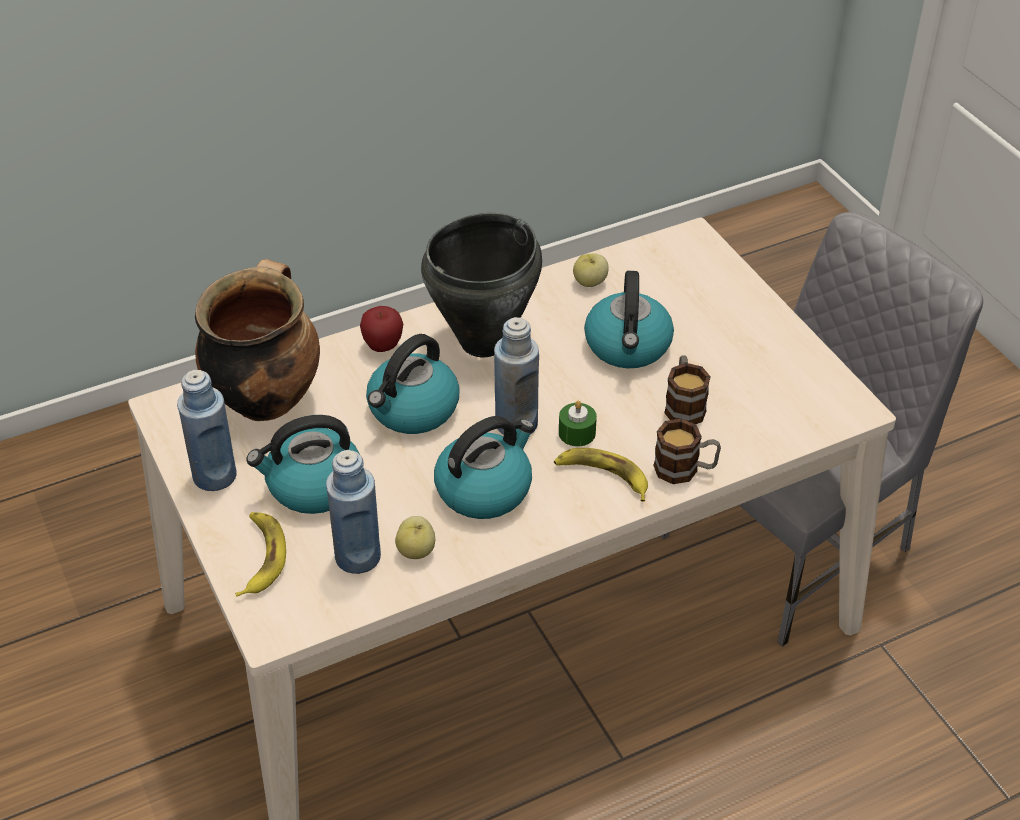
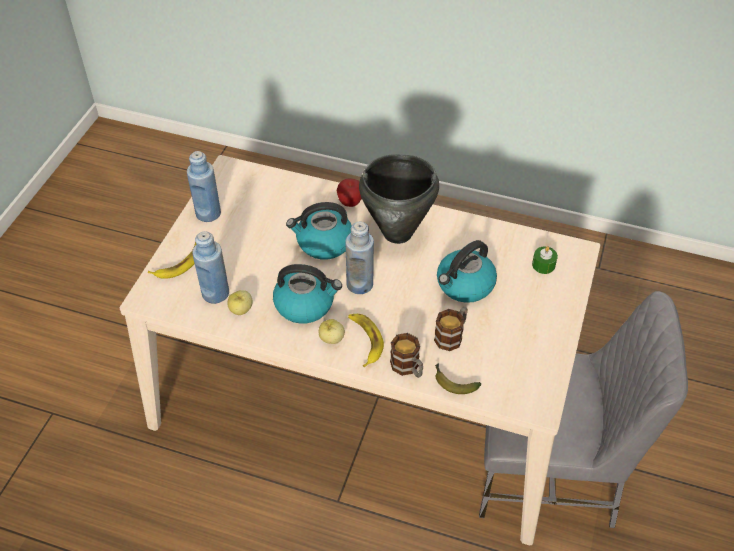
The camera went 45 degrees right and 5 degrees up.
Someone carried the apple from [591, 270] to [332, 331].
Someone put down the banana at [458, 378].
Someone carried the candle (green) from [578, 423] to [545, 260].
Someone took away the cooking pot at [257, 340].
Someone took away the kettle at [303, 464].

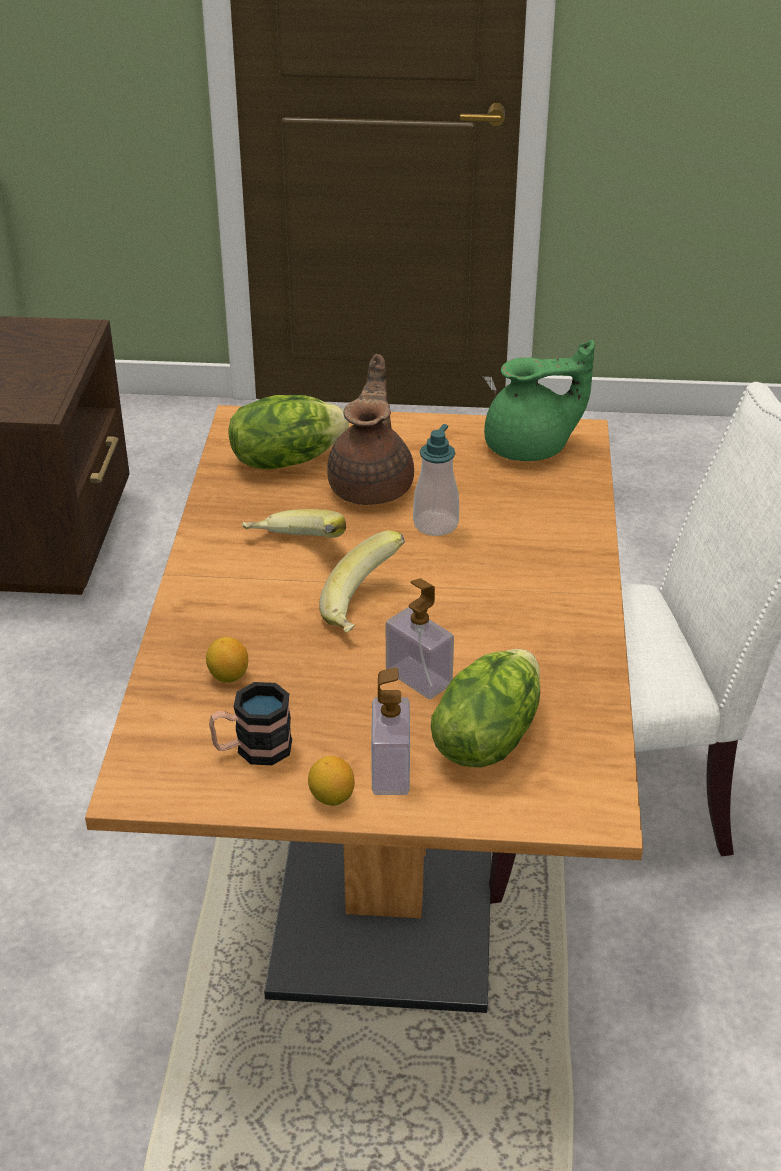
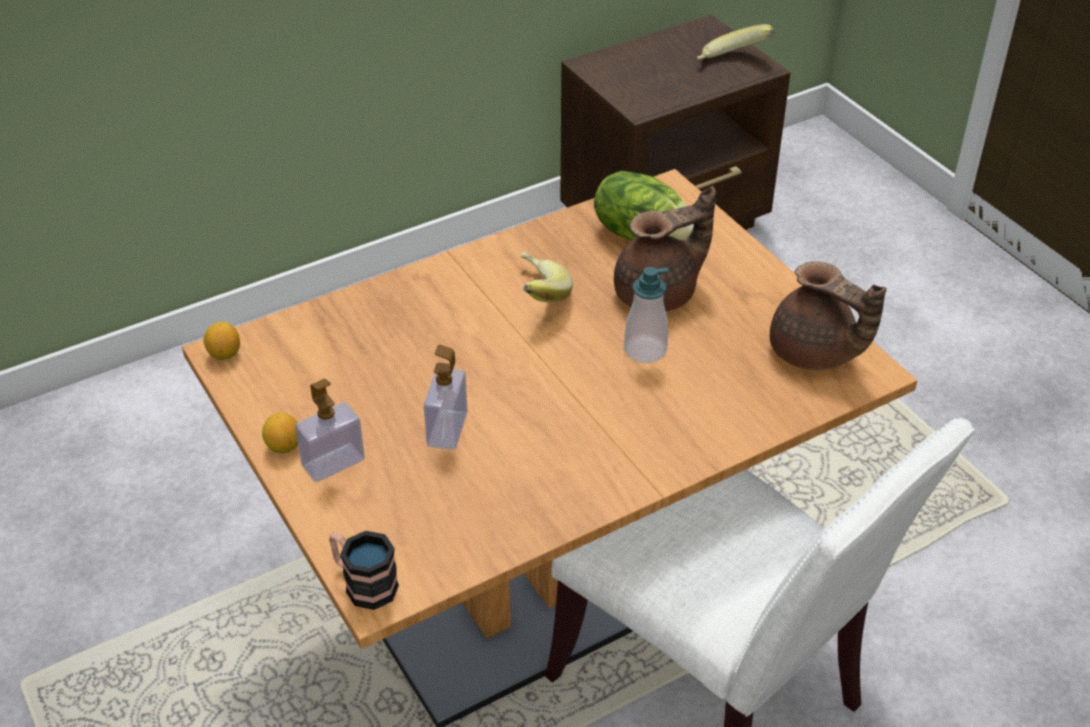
The camera went 55 degrees right and 5 degrees up.
Someone carried the lemon from [227, 660] to [222, 341].
Someone carried the mug from [250, 723] to [364, 570].
Someone carried the banana from [362, 581] to [735, 42].
Someone repainted the teapot (green) at [539, 400], which became the teapot (brown) at [828, 315].
Someone took away the lettuce at [485, 708].

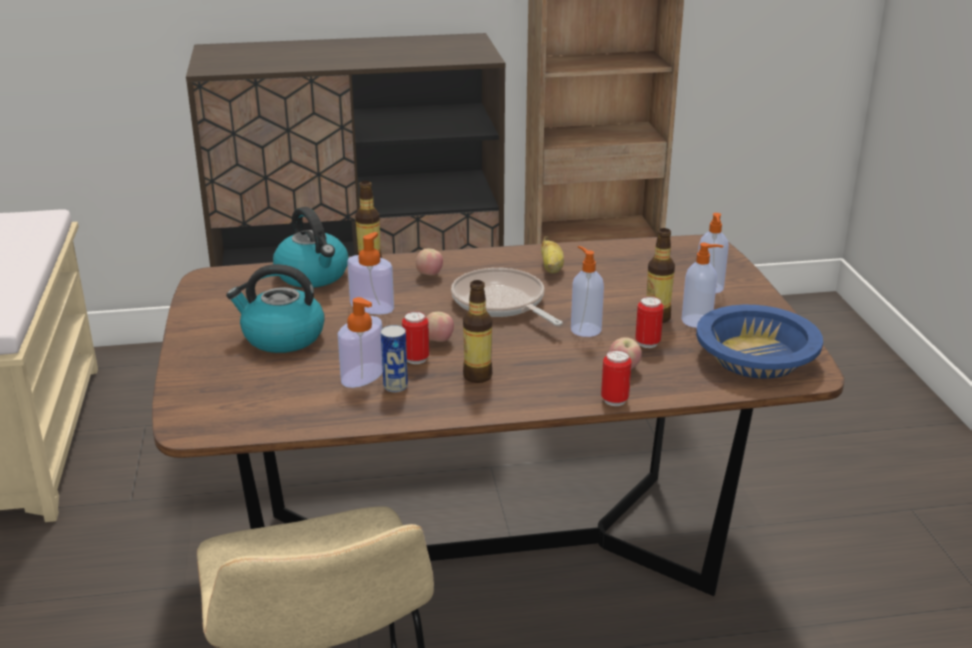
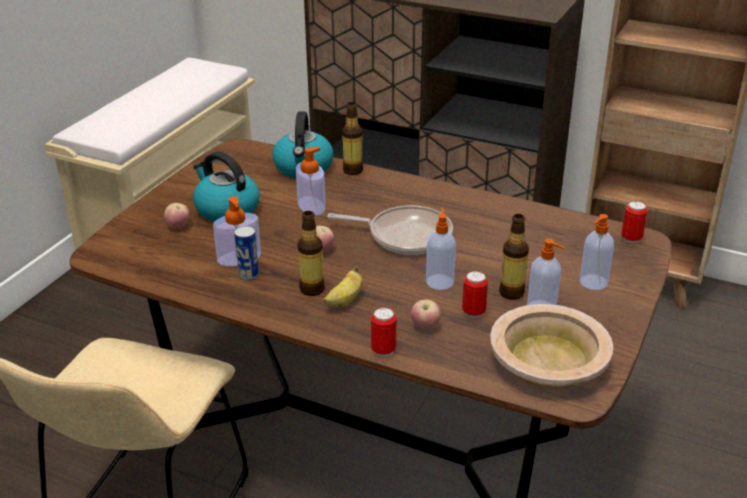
The camera went 35 degrees right and 5 degrees up.
Someone carried the apple from [429, 262] to [177, 216].
Someone carried the banana from [552, 255] to [343, 287].
Someone rotated the frying pan at [507, 297] by 105 degrees clockwise.
Someone repainted the bowl (blue) at [759, 342], which became the bowl (beige) at [551, 346].
Someone carried the can from [415, 337] to [634, 222].

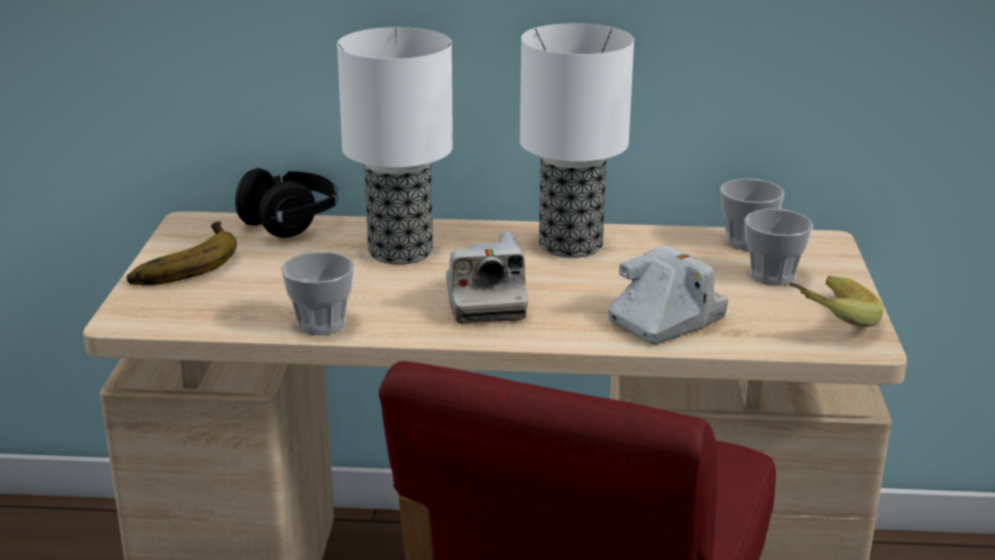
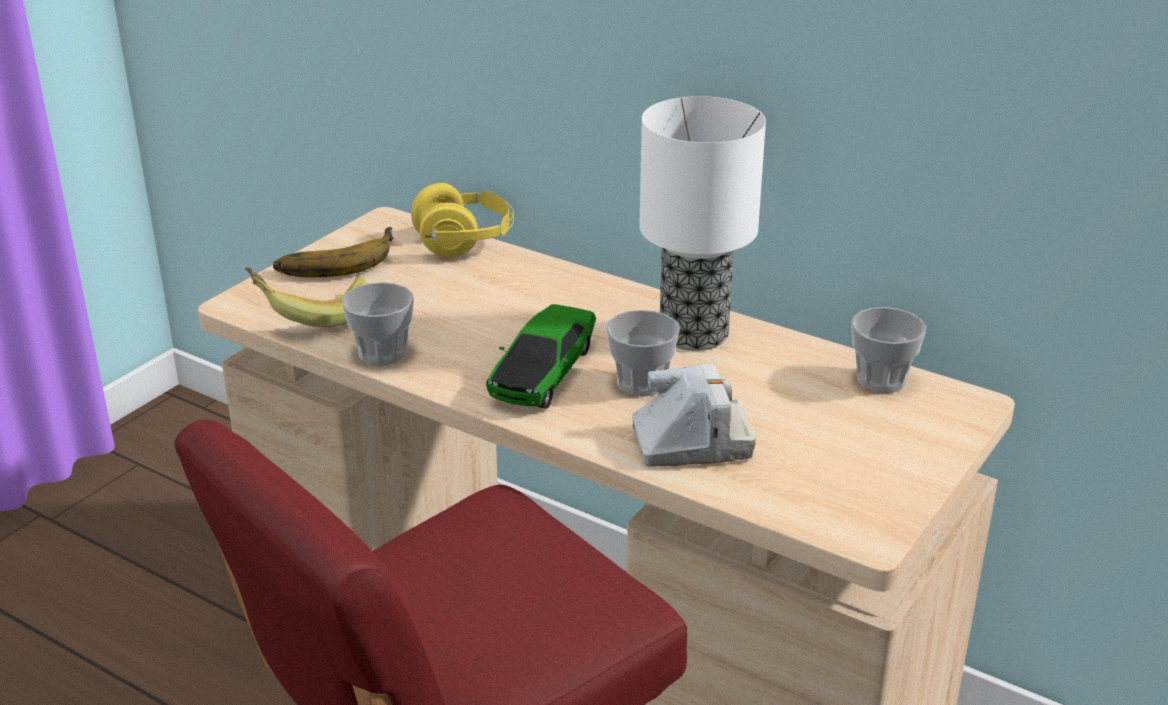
The camera went 30 degrees right and 5 degrees up.
Someone carried the banana from [836, 301] to [306, 297].
Someone repainted the headphones (black) at [286, 203], which became the headphones (yellow) at [462, 220].
Someone swapped the photo camera at [487, 277] for the toy car at [541, 356].
Someone carried the cup from [778, 247] to [643, 353].
Someone took away the table lamp at [395, 146].

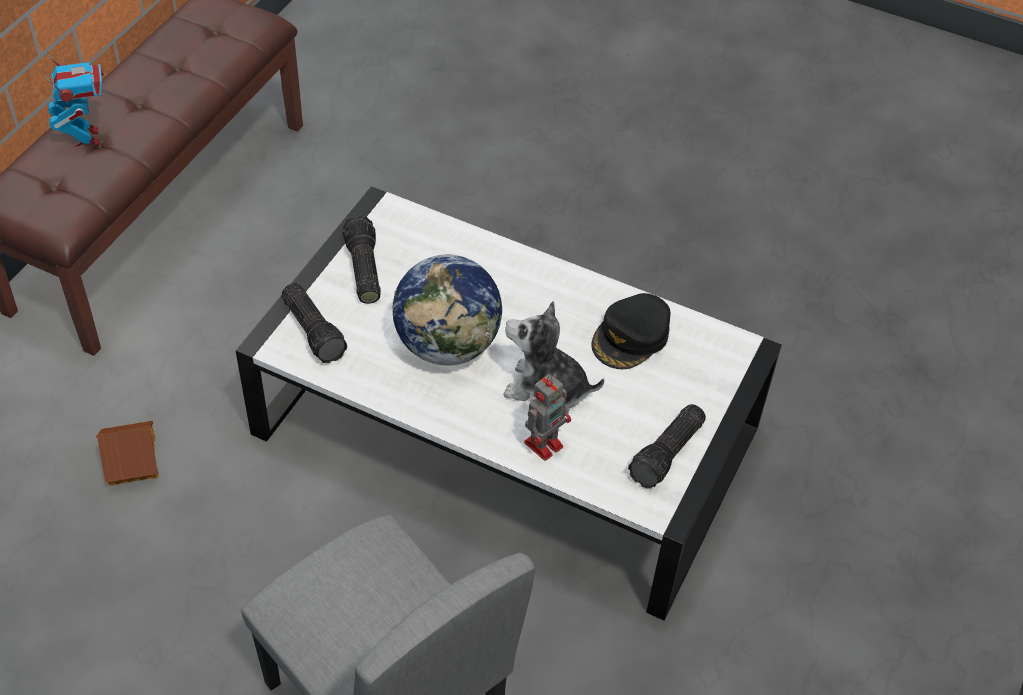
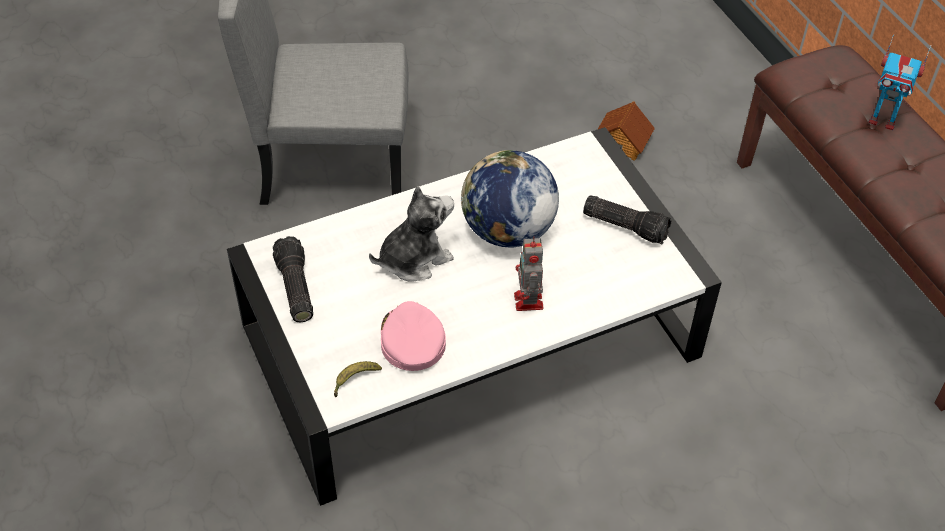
The camera went 130 degrees right and 0 degrees up.
Someone put down the banana at [358, 379].
Someone repainted the cap (black) at [630, 331], which became the cap (pink) at [413, 336].
Someone carried the toy robot from [547, 417] to [529, 273].
Someone took away the flashlight at [314, 323].

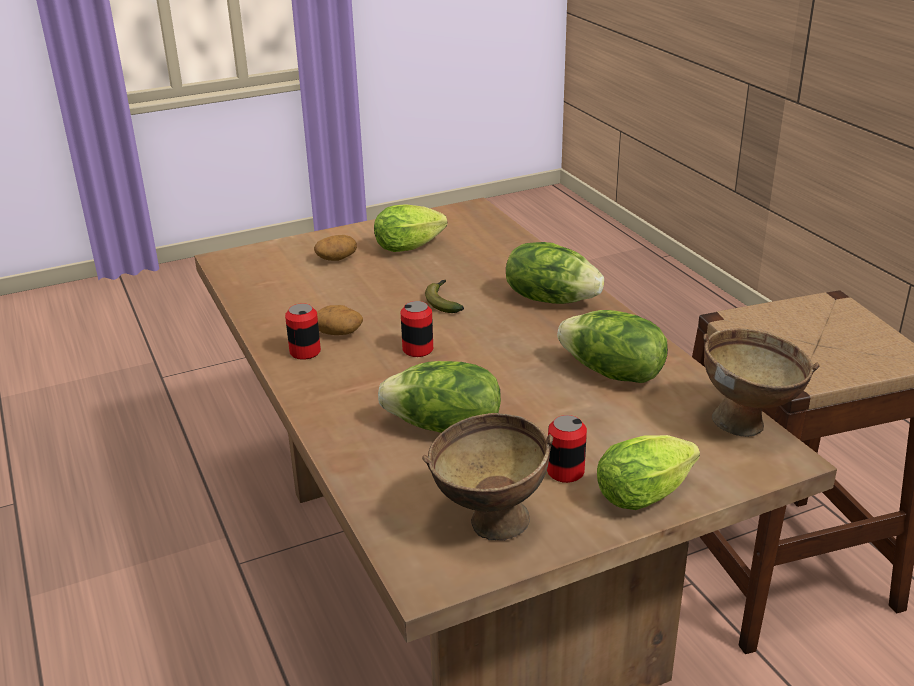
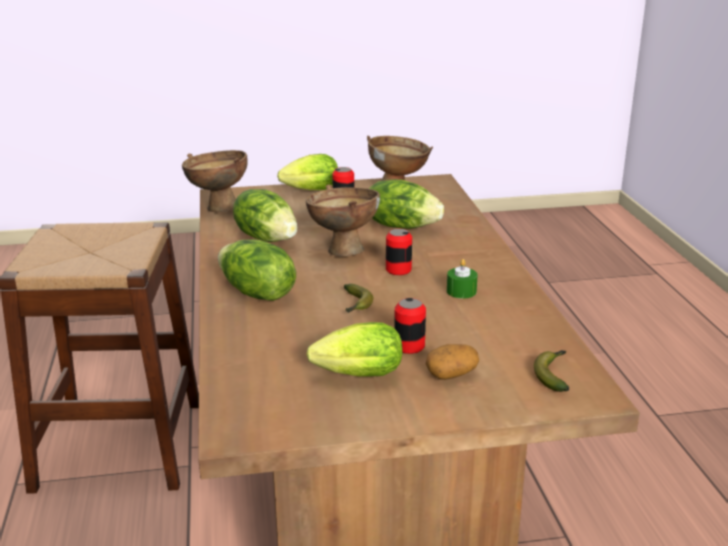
The camera went 165 degrees left and 5 degrees down.
Someone put down the bowl (brown) at [343, 220].
Someone carried the can from [303, 331] to [410, 326].
Someone swapped the potato at [340, 320] for the candle (green) at [462, 278].
Someone put down the banana at [551, 371].

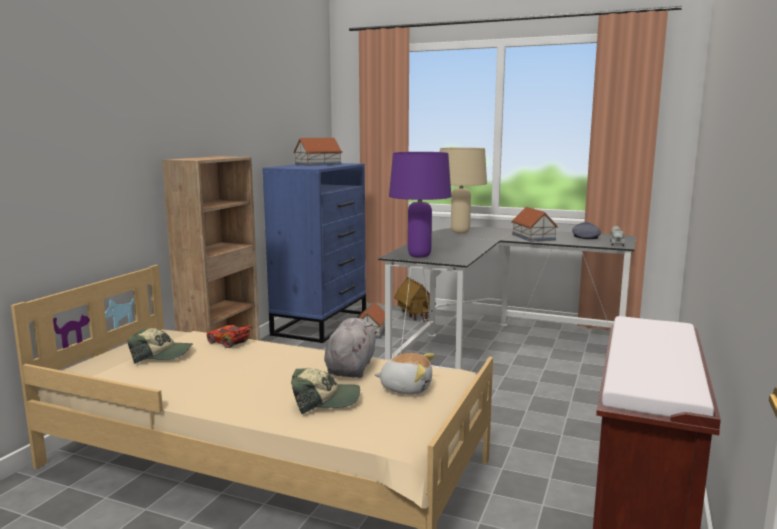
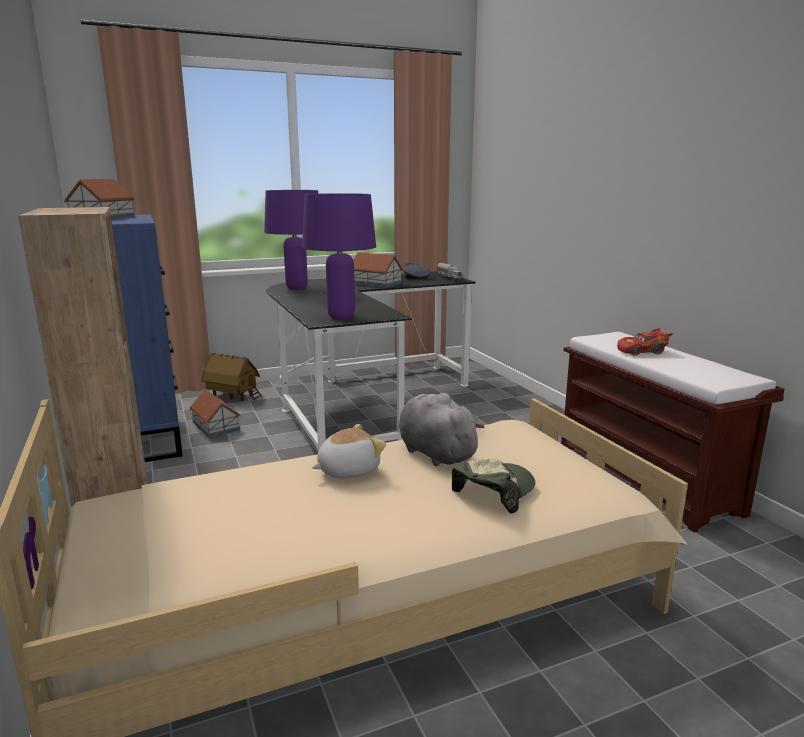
The camera went 45 degrees left and 5 degrees up.
Someone repainted the table lamp (beige) at [463, 190], which became the table lamp (purple) at [291, 240].
Someone carried the plush toy from [404, 374] to [349, 451].
Someone carried the toy car (red) from [229, 336] to [645, 342].
Someone took away the cap at [160, 346].

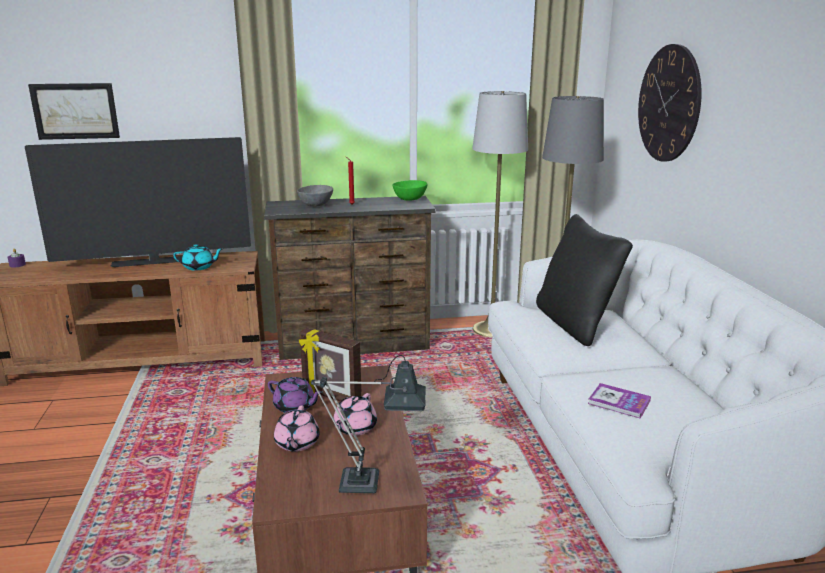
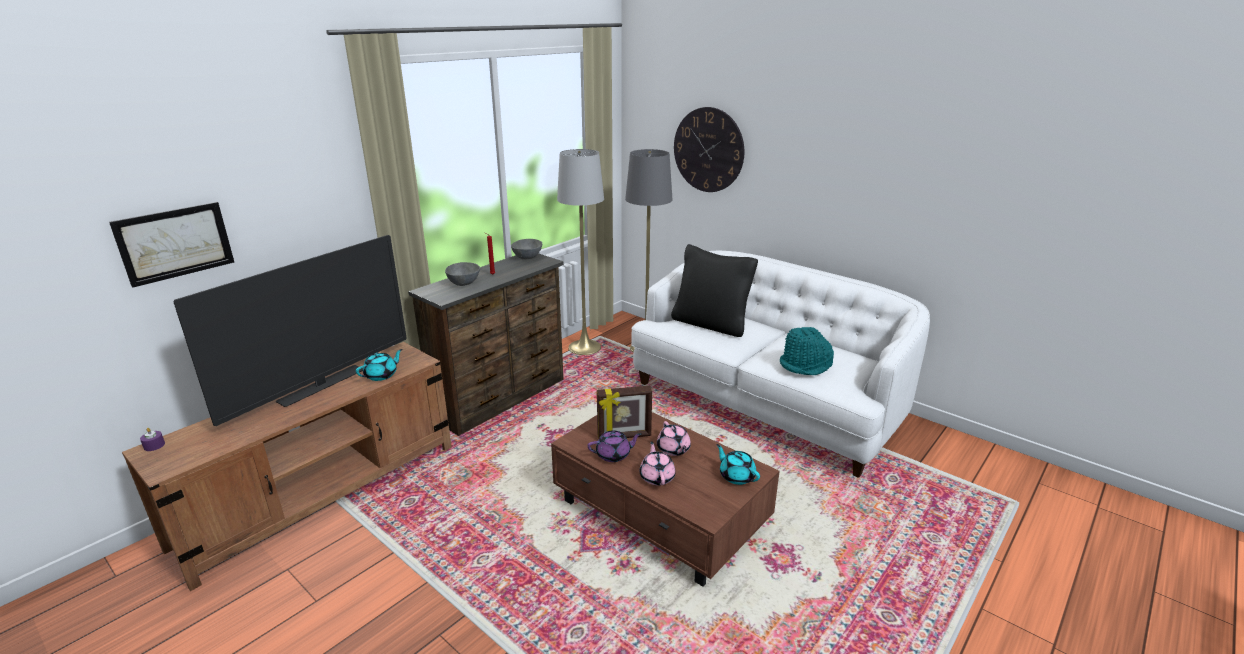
The camera went 40 degrees left and 5 degrees up.
Someone repainted the bowl (green) at [410, 190], which became the bowl (grey) at [526, 249].
Someone rotated the teapot (pink) at [297, 429] by 150 degrees counterclockwise.
Someone swapped the table lamp at [368, 424] for the teapot (turquoise) at [738, 464].
Someone swapped the book at [619, 401] for the hat (turquoise) at [807, 351].

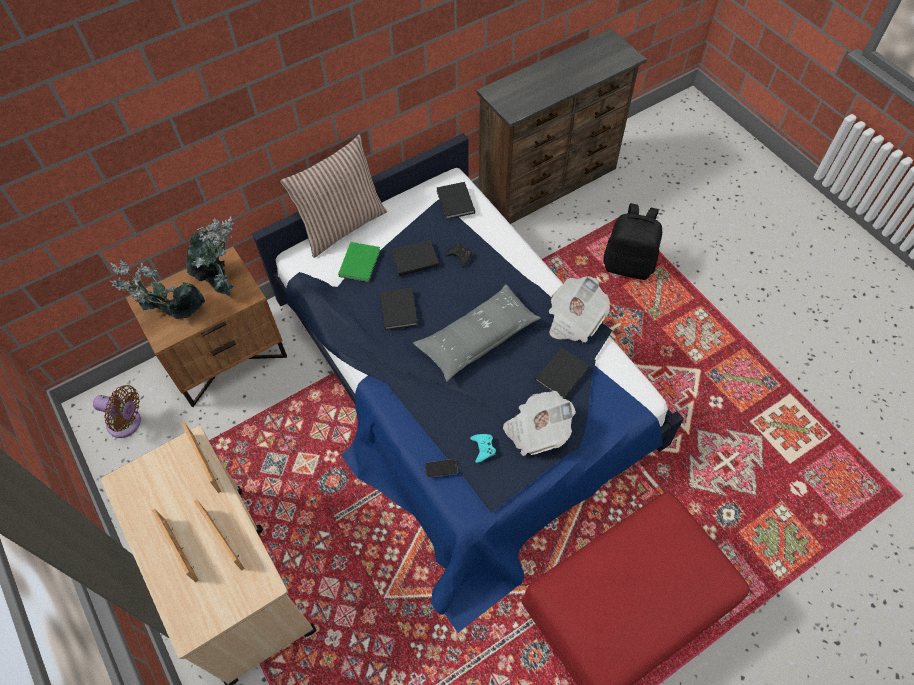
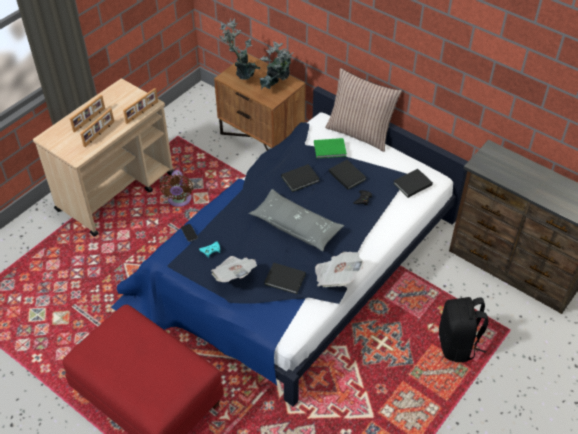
The camera went 70 degrees right and 10 degrees down.
Someone carried the fan (brown) from [117, 411] to [176, 188].

